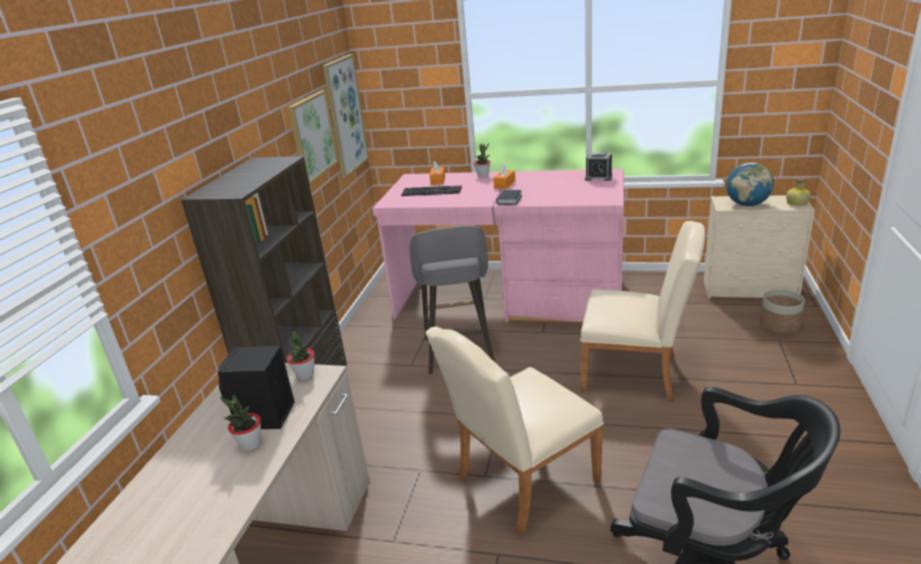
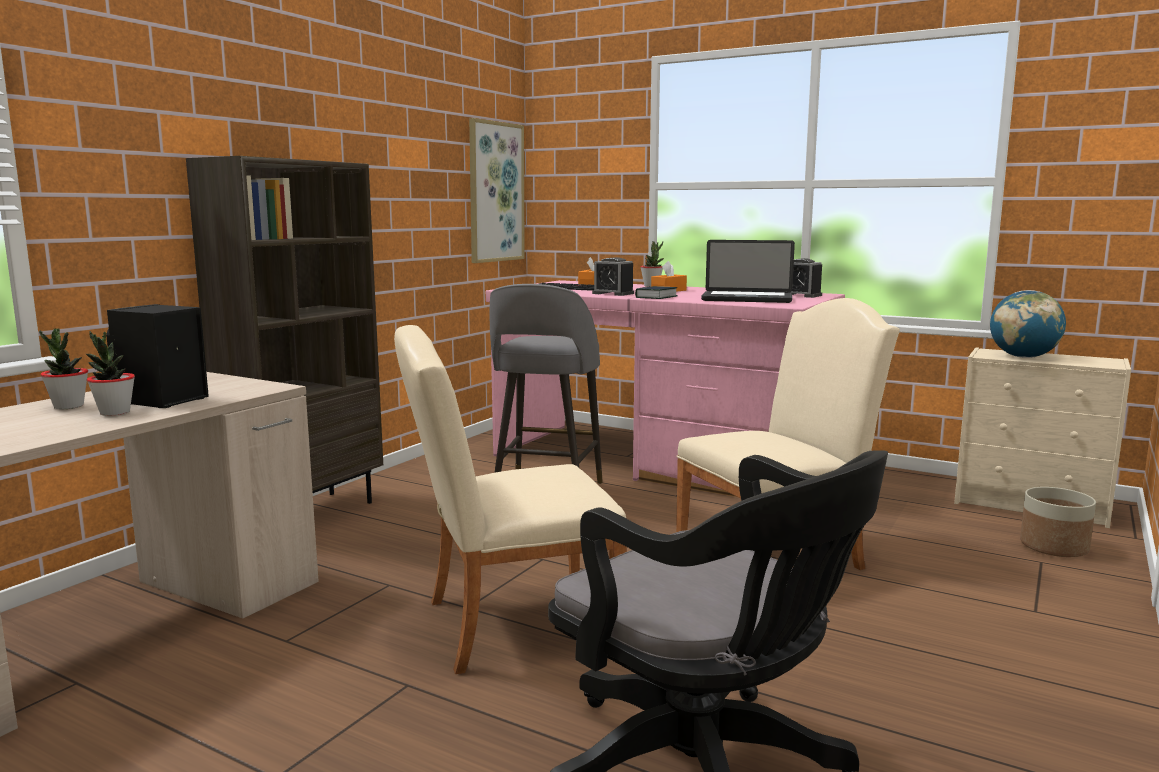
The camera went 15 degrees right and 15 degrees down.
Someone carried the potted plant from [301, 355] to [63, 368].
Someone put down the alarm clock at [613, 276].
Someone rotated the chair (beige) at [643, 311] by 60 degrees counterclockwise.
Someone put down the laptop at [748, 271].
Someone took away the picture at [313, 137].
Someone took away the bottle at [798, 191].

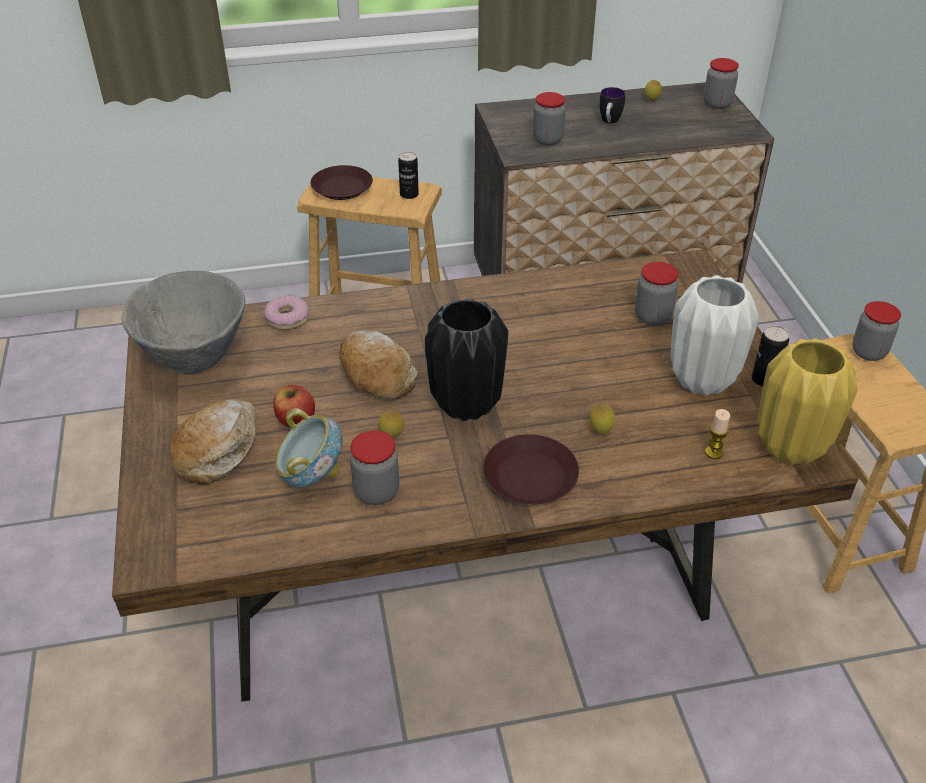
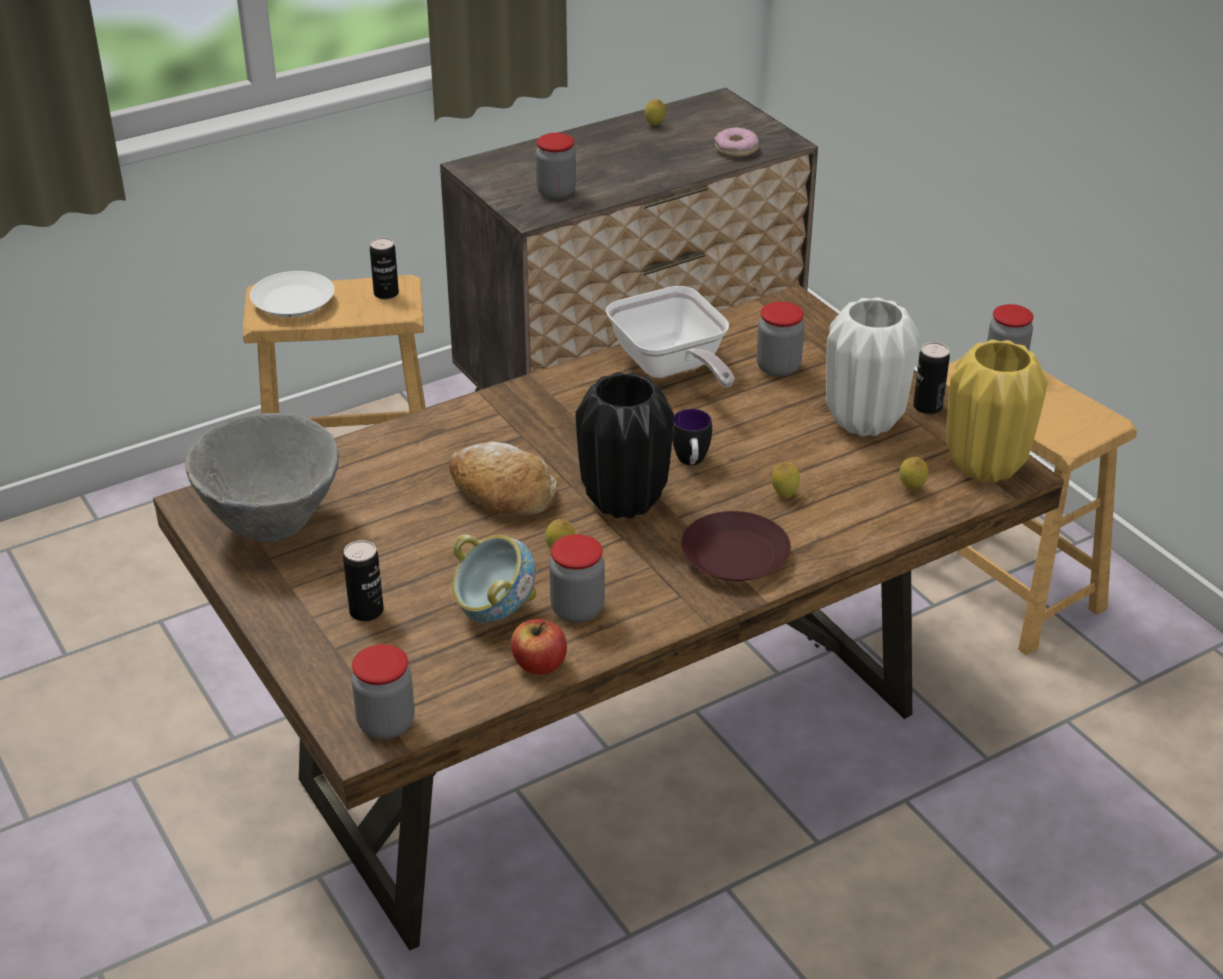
The camera went 20 degrees left and 5 degrees down.
Someone repainted the plate (brown) at [341, 182], which became the plate (white) at [292, 294].
Someone swapped the bread at [213, 441] for the can at [363, 580].
Someone carried the jar from [721, 83] to [383, 691].
Someone carried the apple from [294, 406] to [539, 647].
Someone put down the frying pan at [670, 337].
Someone carried the mug from [612, 105] to [692, 437].
Someone carried the donut from [286, 313] to [736, 142].
Someone swapped the candle at [717, 434] for the lemon at [913, 473].

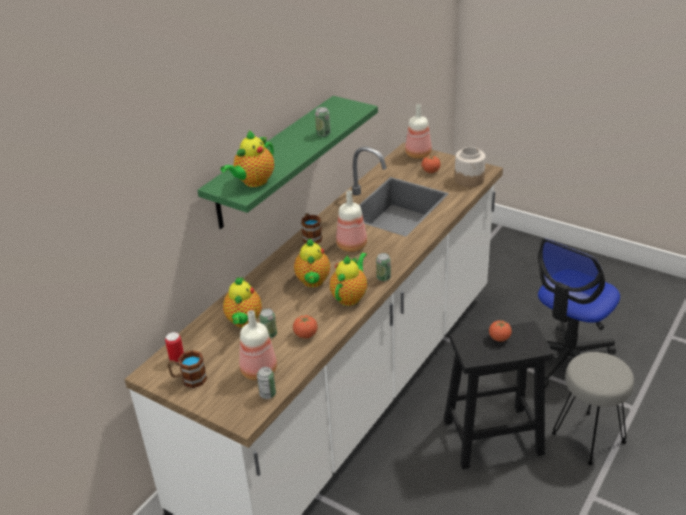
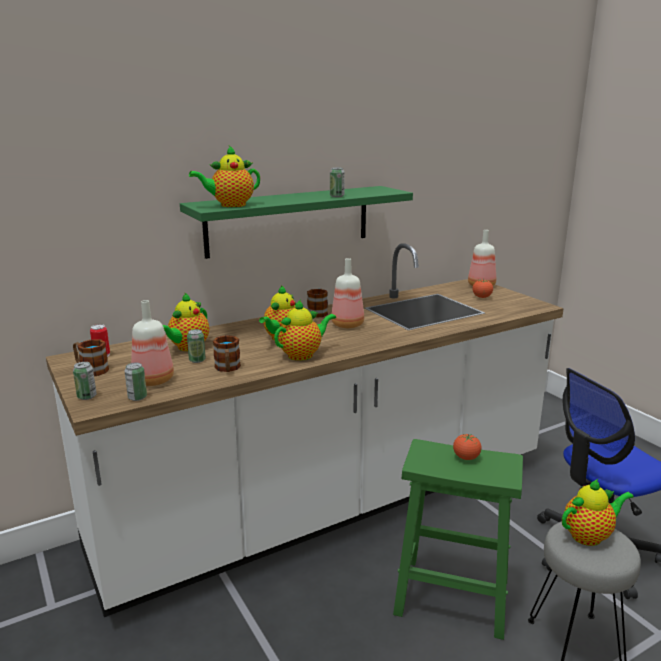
The camera went 25 degrees right and 15 degrees down.
Someone carried the can from [383, 267] to [85, 381].
Someone swapped the tomato at [305, 327] for the mug at [227, 353].
Someone repainted the stool (black) at [499, 395], which became the stool (green) at [458, 539].
Someone put down the teapot at [598, 512].
Someone took away the jar at [470, 167].

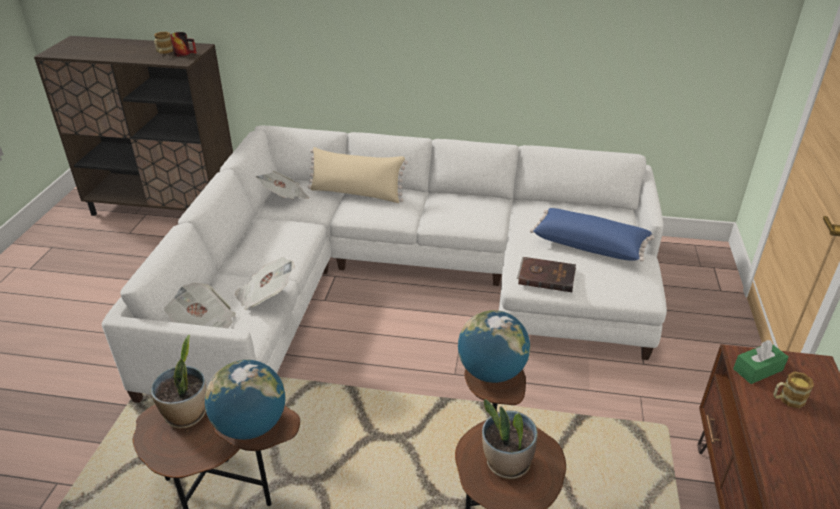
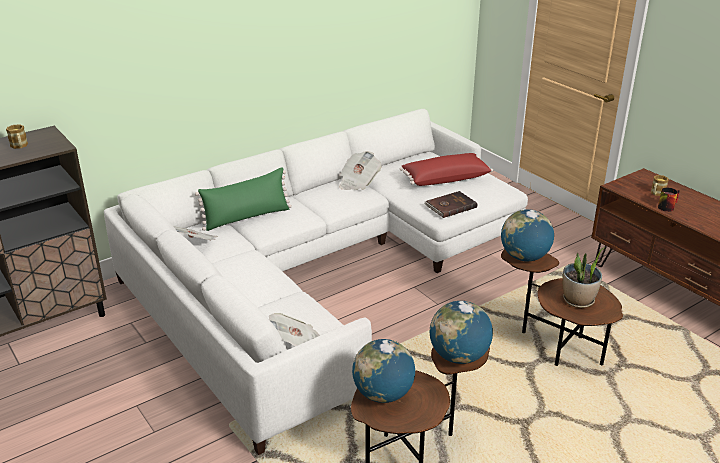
The camera went 45 degrees left and 5 degrees down.
Someone repainted the pillow (beige) at [357, 175], which became the pillow (green) at [243, 199].
Someone carried the newspaper from [265, 283] to [360, 170].
Someone swapped the potted plant at [178, 382] for the globe at [383, 371].
Someone repainted the pillow (blue) at [592, 235], which became the pillow (red) at [446, 169].
Someone carried the mug from [183, 44] to [669, 200].
Someone took away the tissue box (green) at [761, 362].

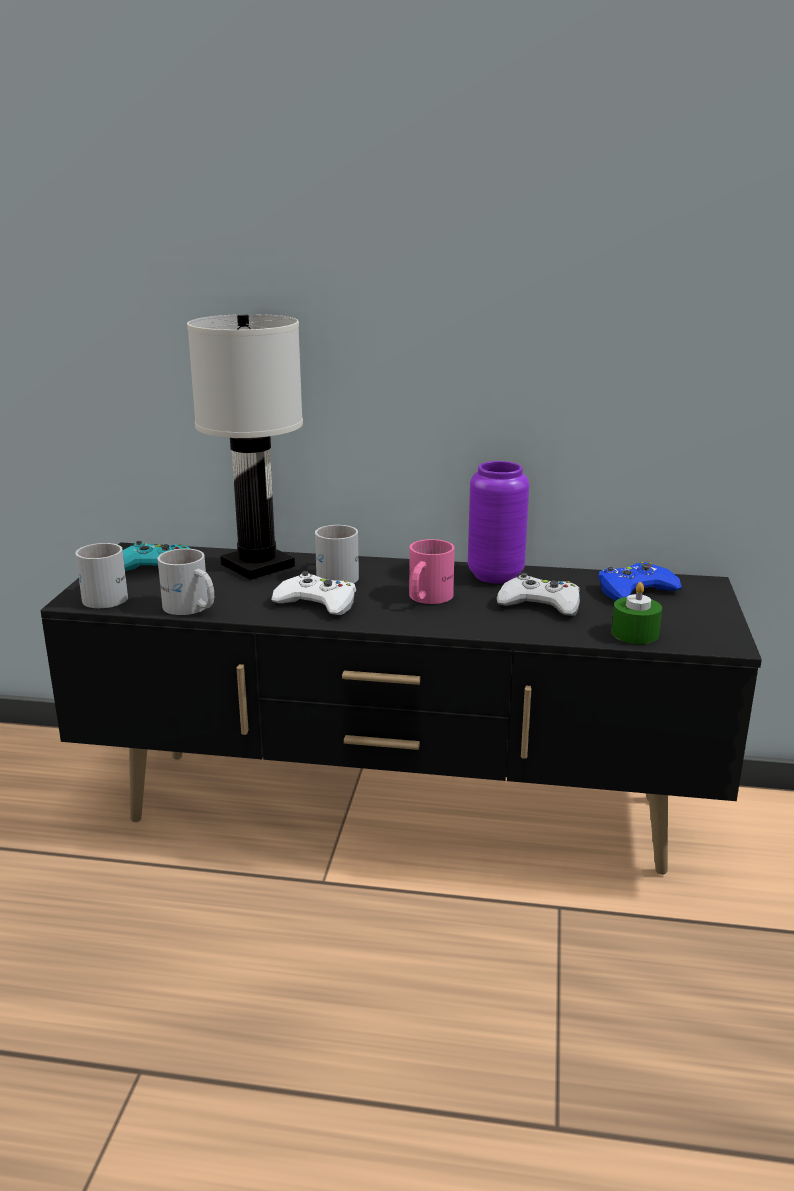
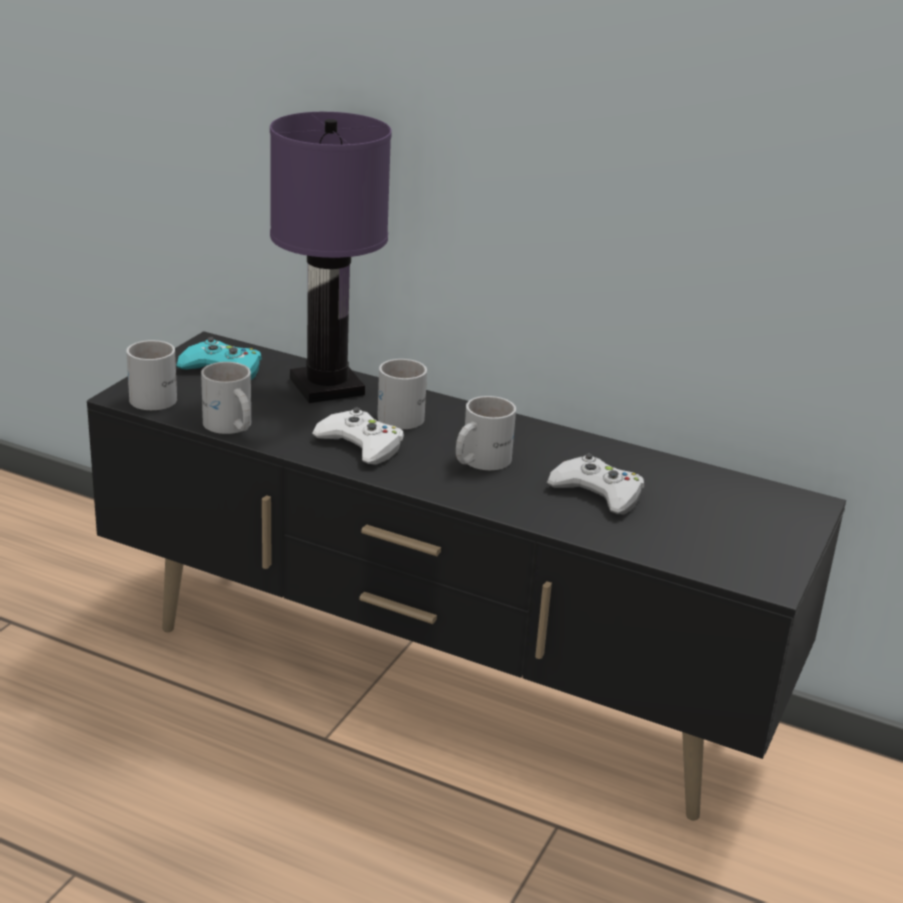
The camera went 15 degrees right and 5 degrees up.
Someone repainted the table lamp (white) at [245, 447], which became the table lamp (purple) at [331, 257].
Someone repainted the mug (pink) at [432, 571], which became the mug (white) at [486, 433].
Someone took away the vase (purple) at [498, 522].
Someone took away the game controller (blue) at [640, 581].
Someone took away the candle (green) at [637, 613].

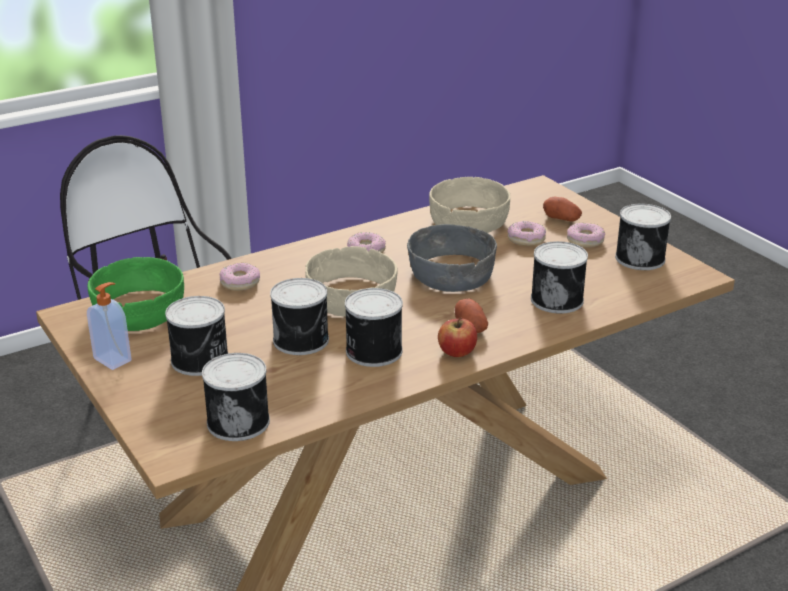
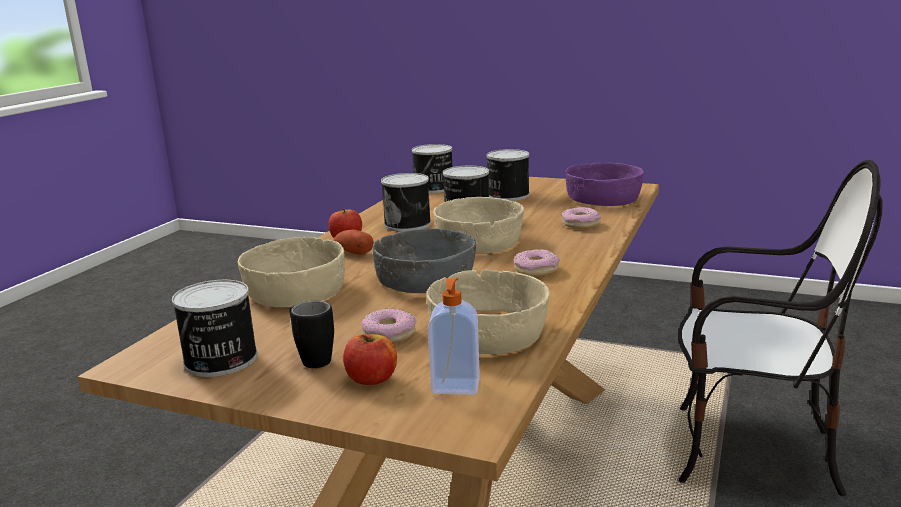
The camera went 145 degrees right and 10 degrees down.
Someone swapped the can at [559, 277] for the bowl (beige) at [291, 272].
Someone swapped the donut at [586, 235] for the mug (black) at [312, 334].
Someone swapped the potato at [562, 209] for the apple at [370, 359].
Someone carried the soap dispenser from [109, 326] to [454, 336].
Someone repainted the bowl (green) at [136, 294], which became the bowl (purple) at [604, 184].

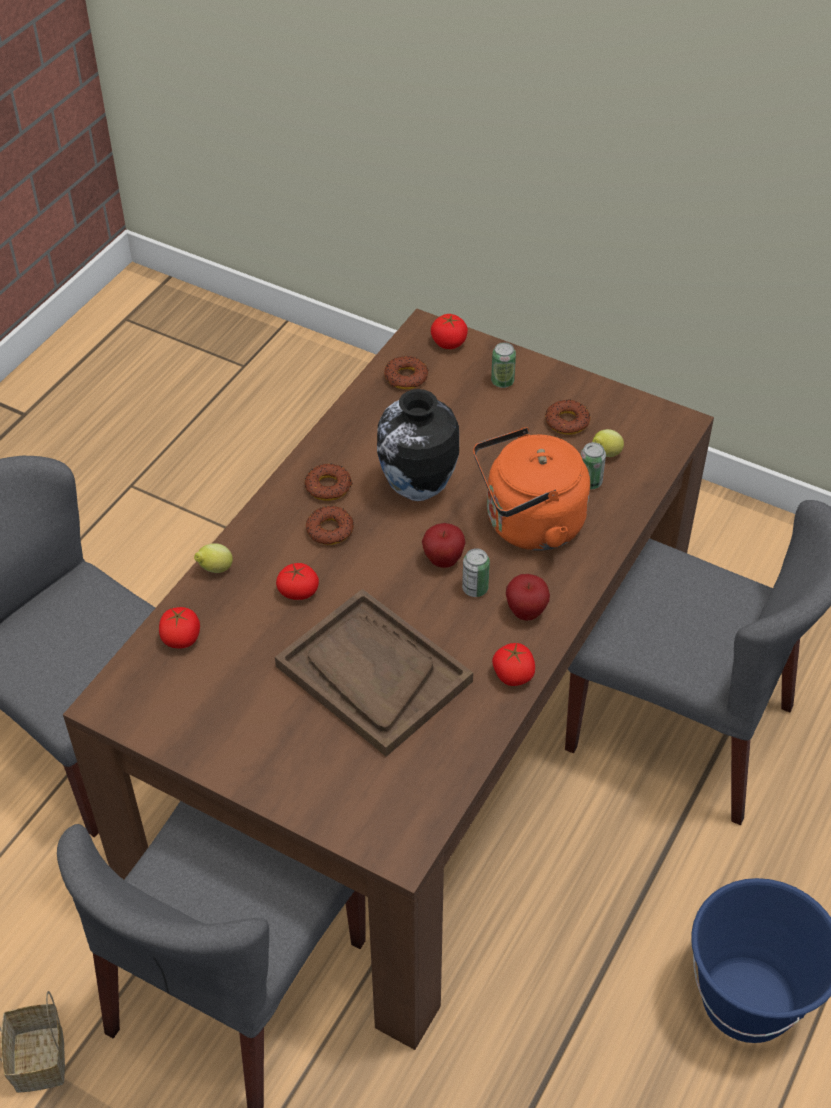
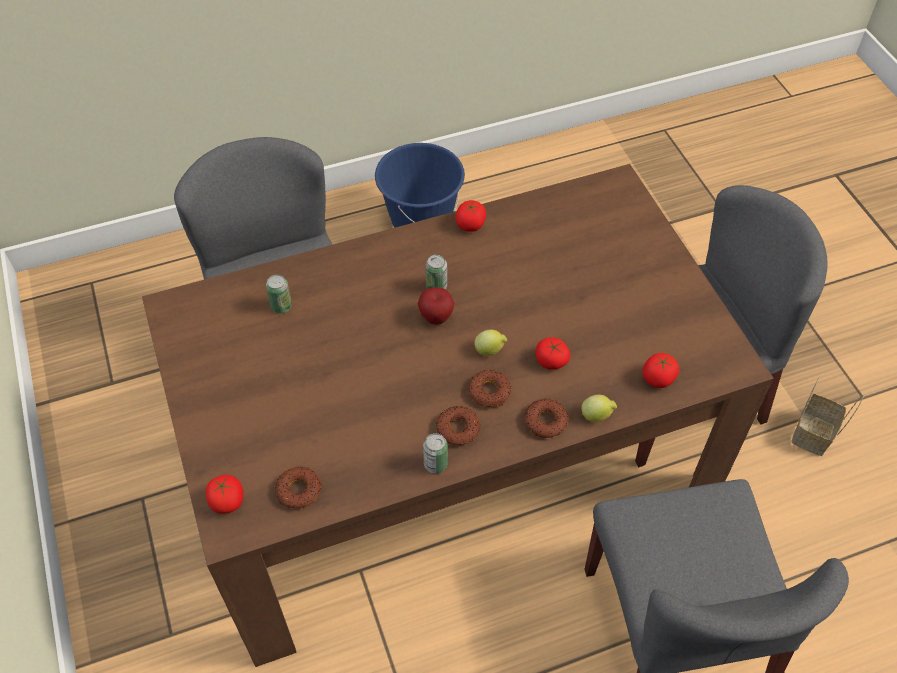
The camera went 140 degrees left and 5 degrees up.
Someone carried the can from [503, 365] to [435, 453].
Someone carried the lemon from [608, 443] to [490, 343].
Someone carried the donut from [567, 417] to [546, 418].
Someone took away the tray (brown) at [374, 673].
Someone took away the vase at [418, 445].
Someone took away the kettle (orange) at [531, 488].
Someone took away the apple at [528, 597].

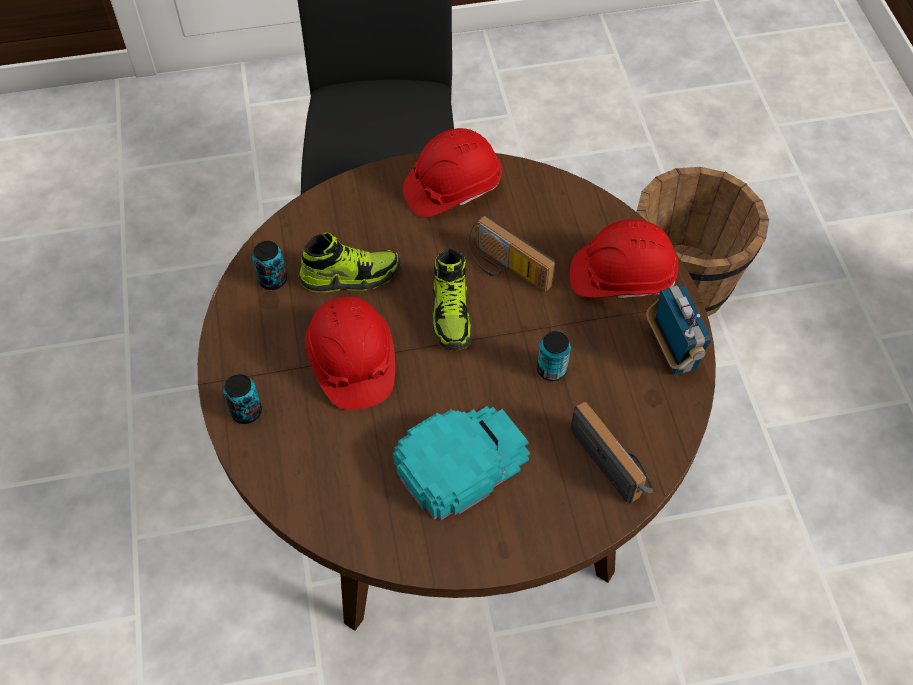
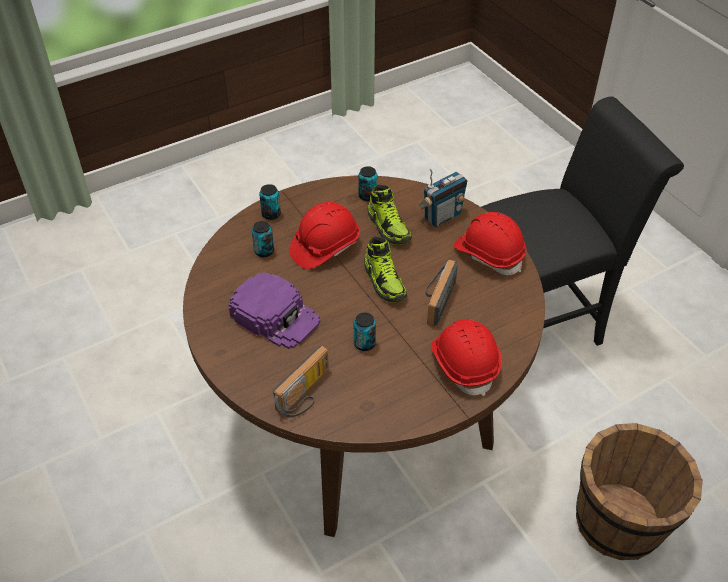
The camera went 70 degrees right and 10 degrees down.
Someone repainted the cap (turquoise) at [461, 463], which became the cap (purple) at [274, 310].
Someone put down the can at [263, 239].
Someone rotated the shoe at [451, 299] by 90 degrees counterclockwise.
Someone carried the radio from [678, 330] to [443, 197].

